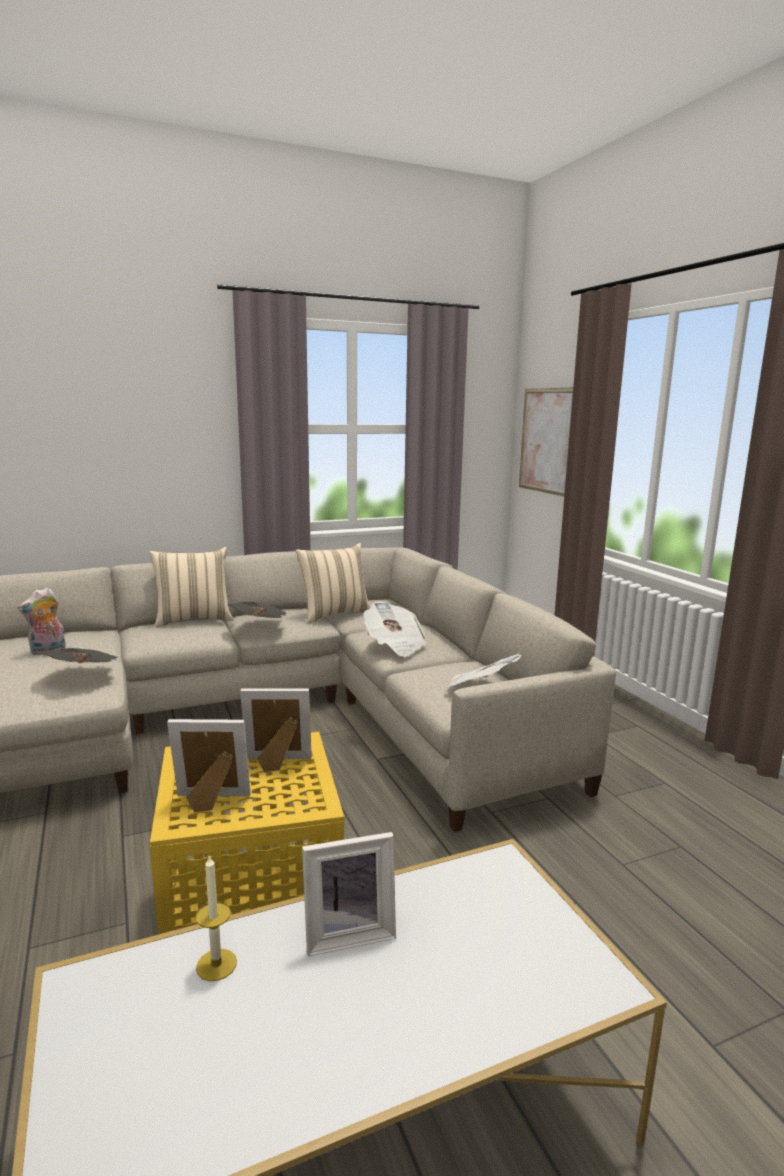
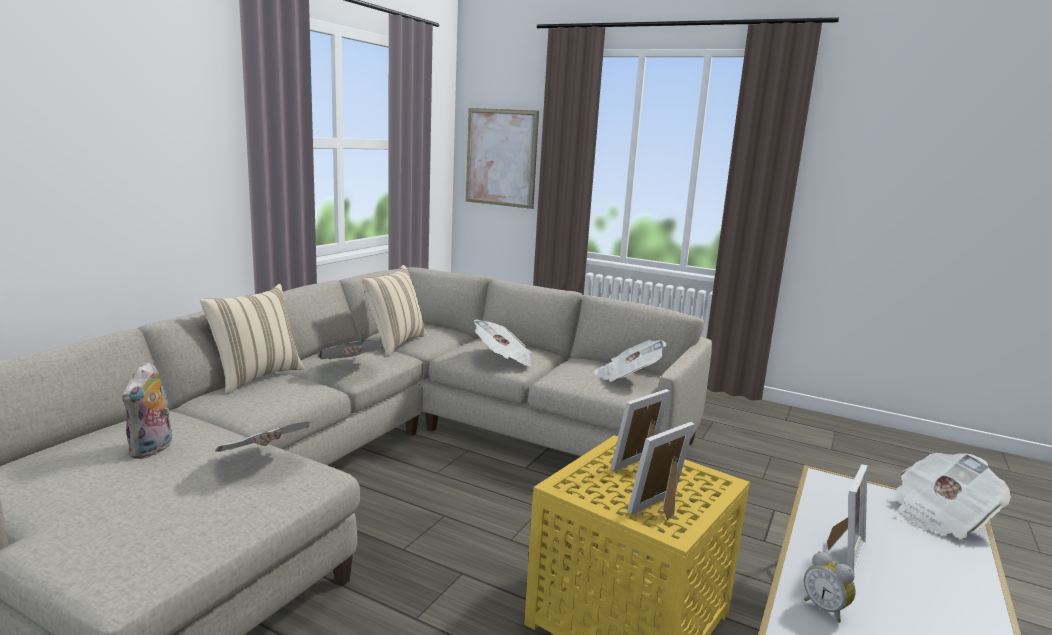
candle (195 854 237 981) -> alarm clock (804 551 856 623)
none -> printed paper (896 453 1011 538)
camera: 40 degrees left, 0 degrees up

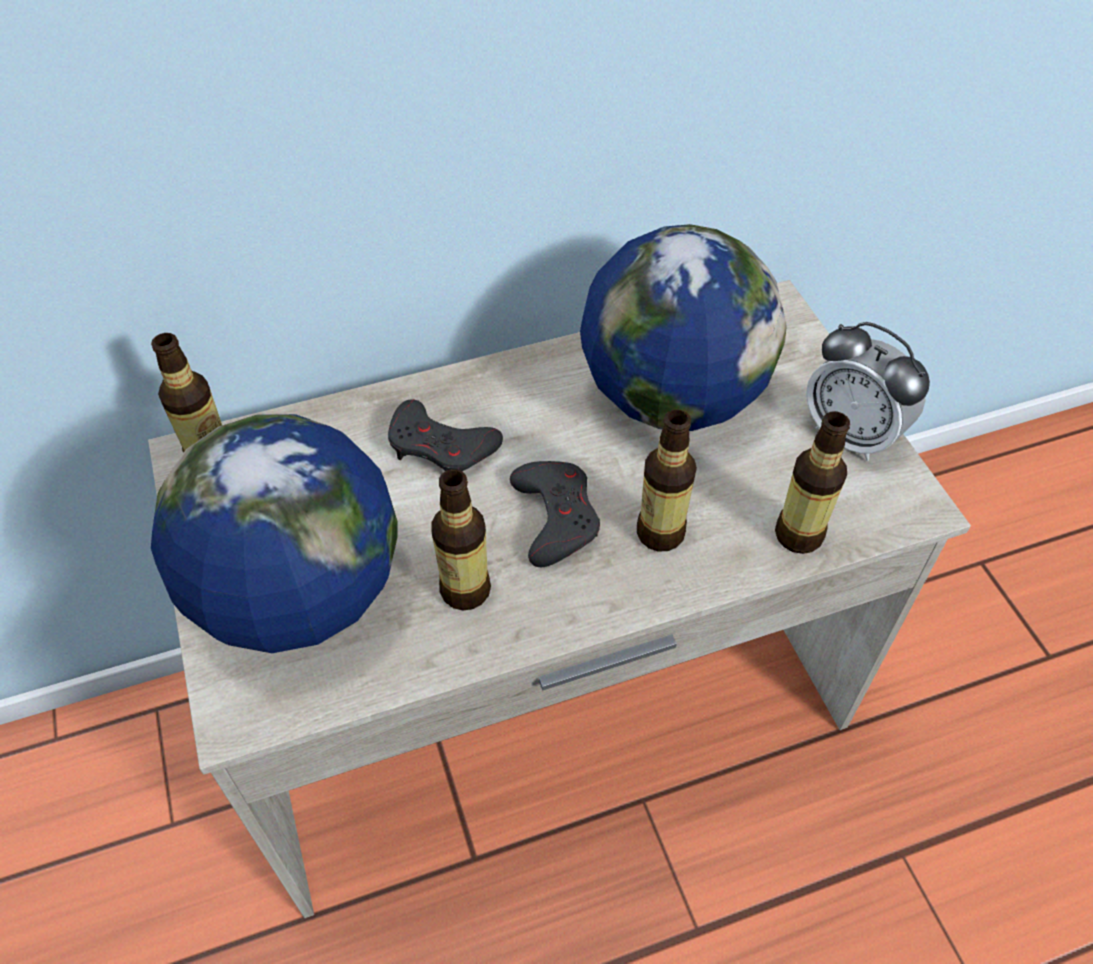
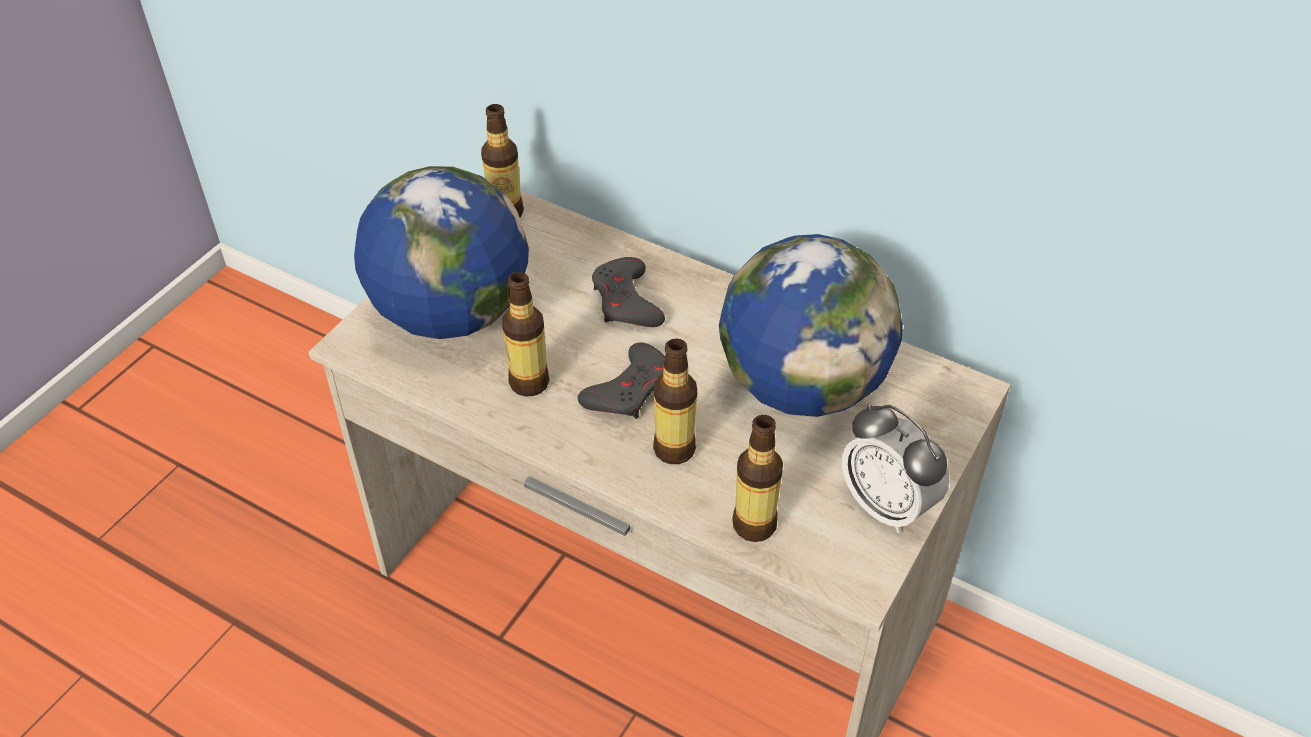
alarm clock (806 322 930 461) -> alarm clock (842 404 949 533), 45 degrees counterclockwise
camera: 50 degrees right, 5 degrees down

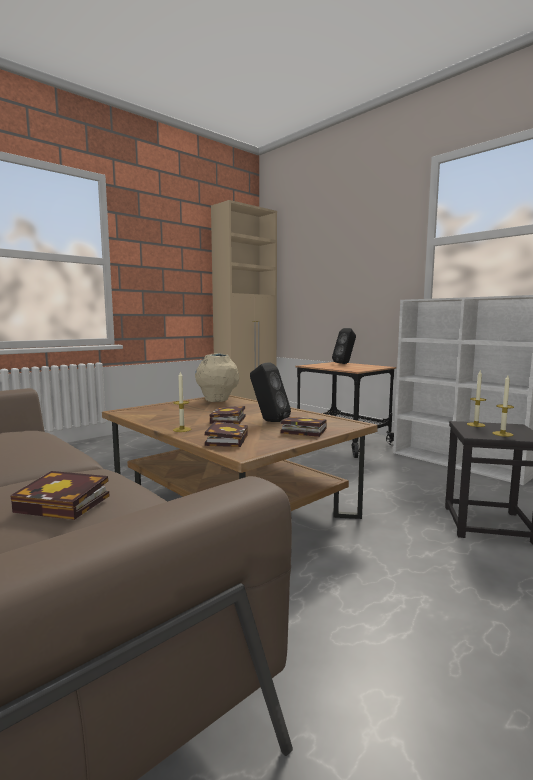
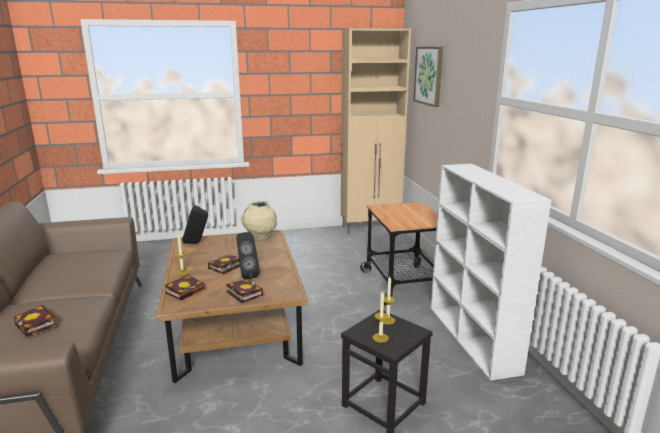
black speaker (332 328 356 364) -> black speaker (182 205 208 244), shifted
none -> wall art (413 47 443 107)
camera: 30 degrees right, 10 degrees up

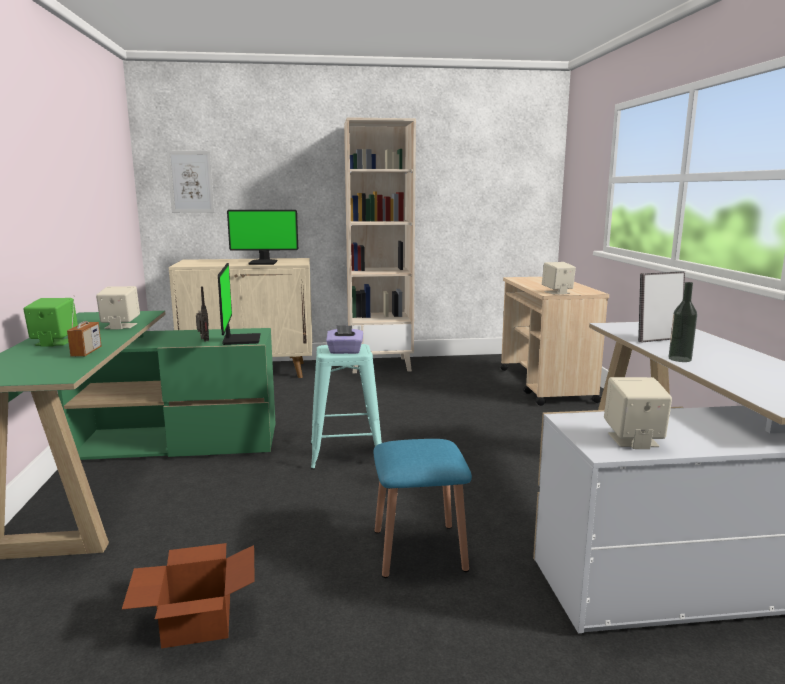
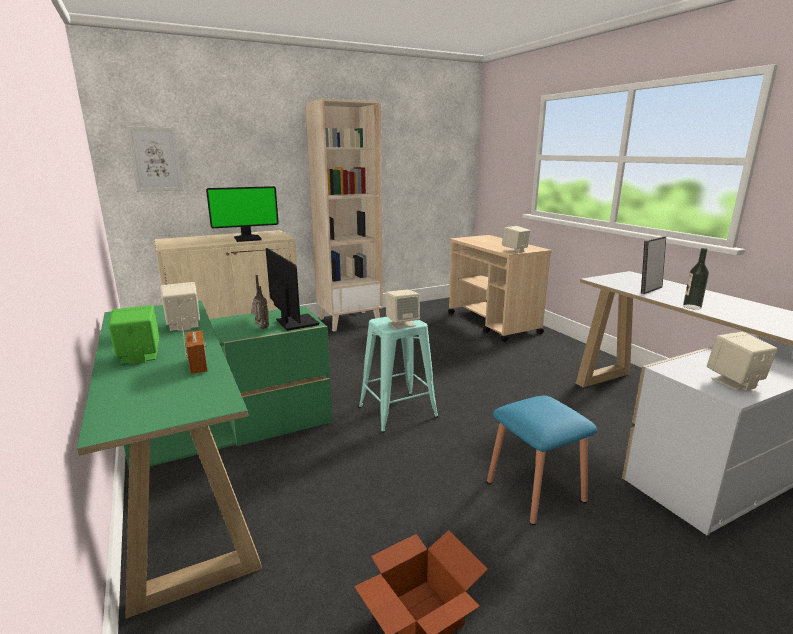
purple tissue holder (326 325 363 354) -> beige speaker (385 289 420 329)
camera: 20 degrees left, 5 degrees up

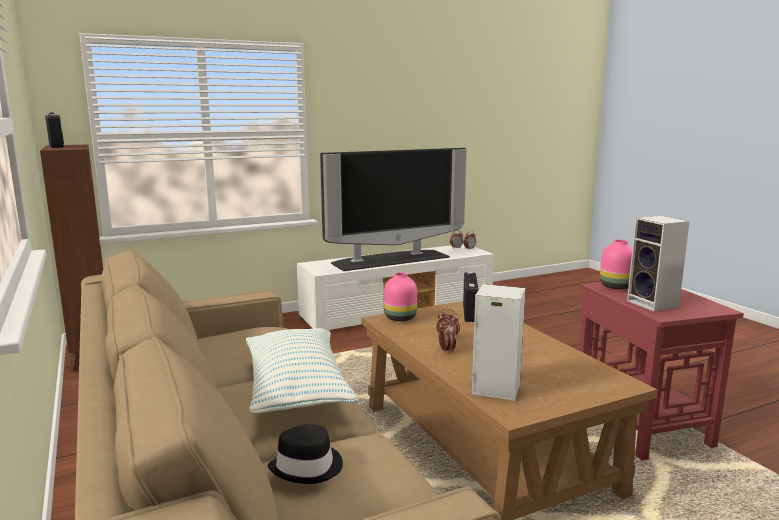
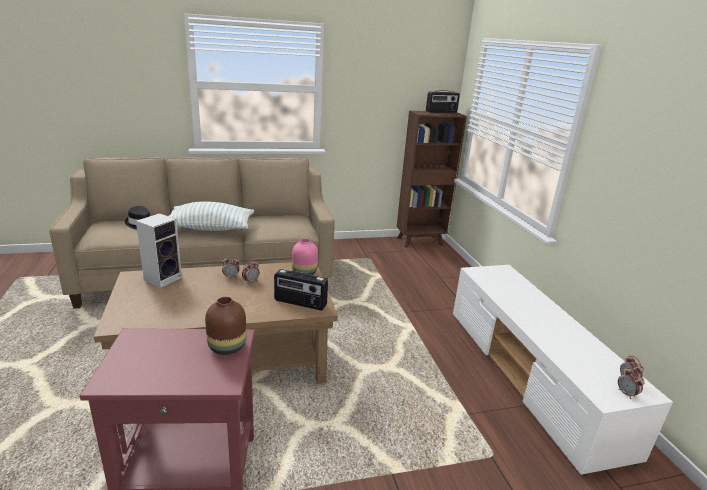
TV set (320 148 467 271) -> none
speaker (627 215 690 312) -> none
pinkish flower vase (600 240 632 289) -> brown flower vase (205 297 246 355)
camera: 100 degrees right, 10 degrees up

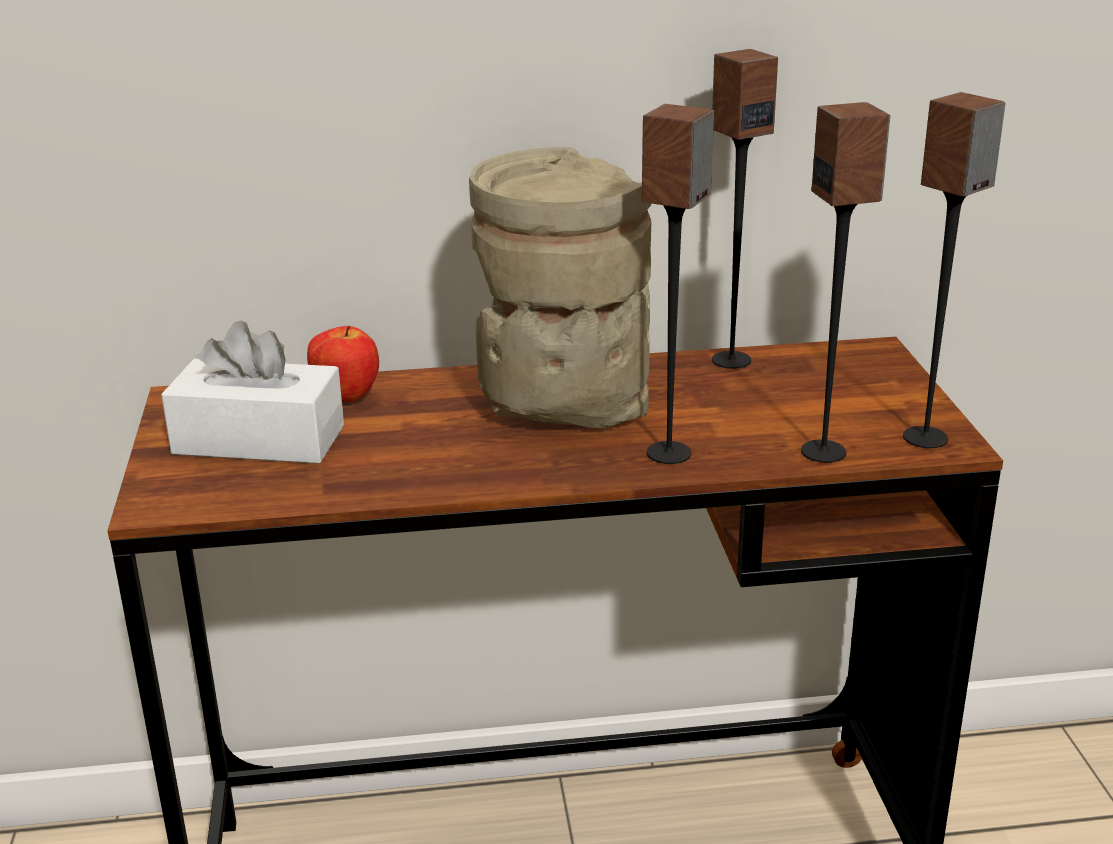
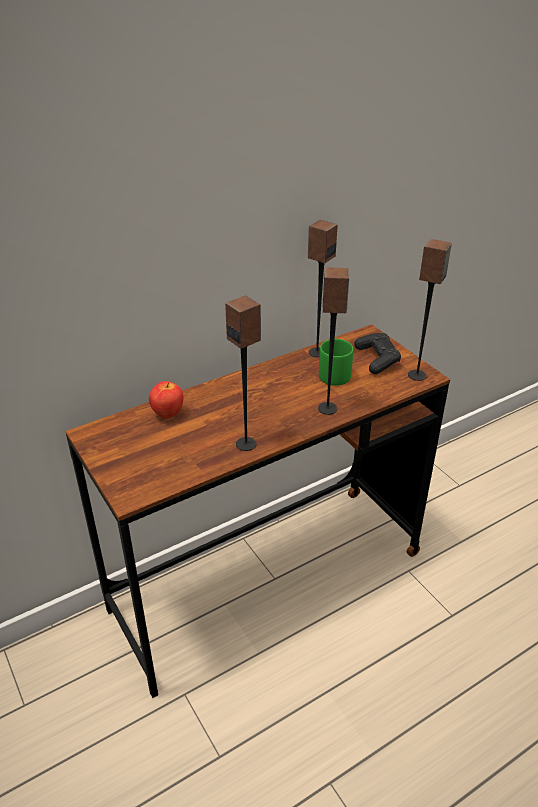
speaker (801 102 890 463) -> speaker (225 296 261 451), shifted
beige flower vase (469 147 652 429) -> none
white-coloured tissue holder (161 320 344 464) -> none
none -> black joypad (354 333 401 374)
none -> green-coloured mug (319 339 353 386)
camera: 25 degrees left, 10 degrees up

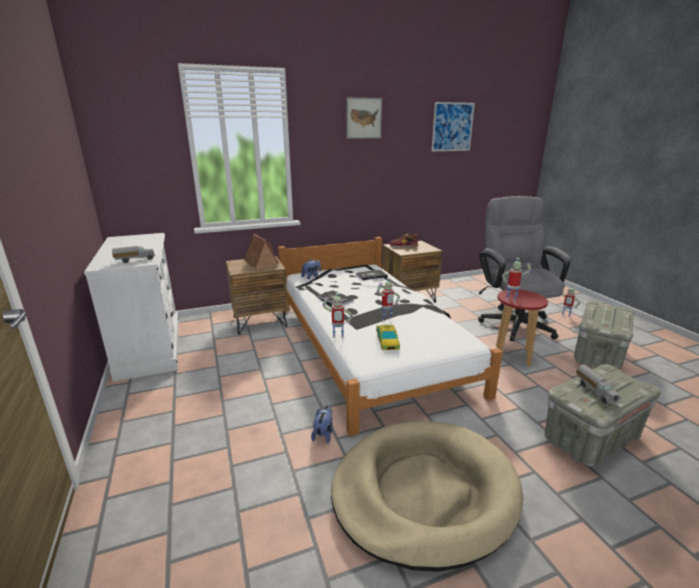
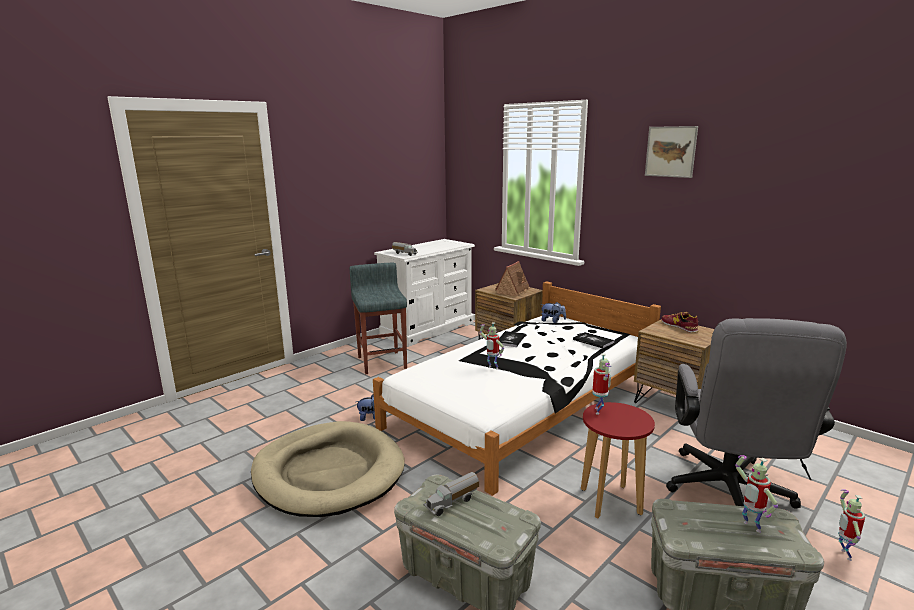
wall art (431 102 475 151) -> none
greyish computer chair (478 196 570 342) -> greyish computer chair (666 318 847 509), 135 degrees clockwise
toy robot (322 293 353 338) -> toy robot (735 455 778 533), shifted
toy car (376 325 400 350) -> none
none -> greyish stool seat (350 263 407 374)
camera: 65 degrees right, 5 degrees down

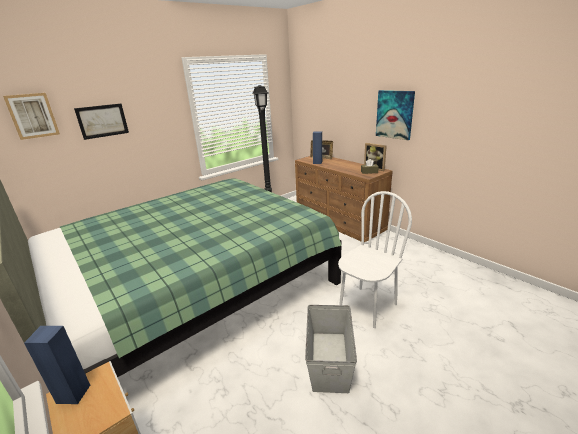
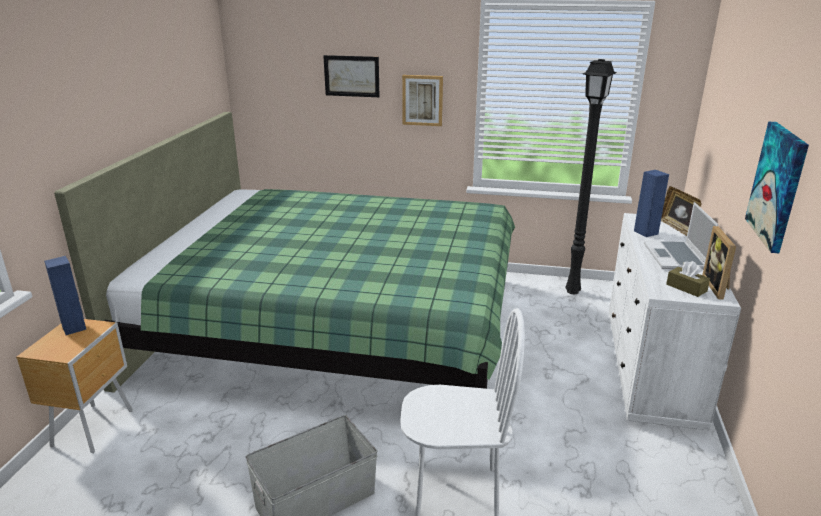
wall art (3 93 60 140) -> wall art (402 75 443 126), shifted
brown chest of drawers (295 156 393 242) -> white-coloured chest of drawers (609 213 741 430)
none -> portable computer (644 202 718 270)
camera: 50 degrees right, 0 degrees up

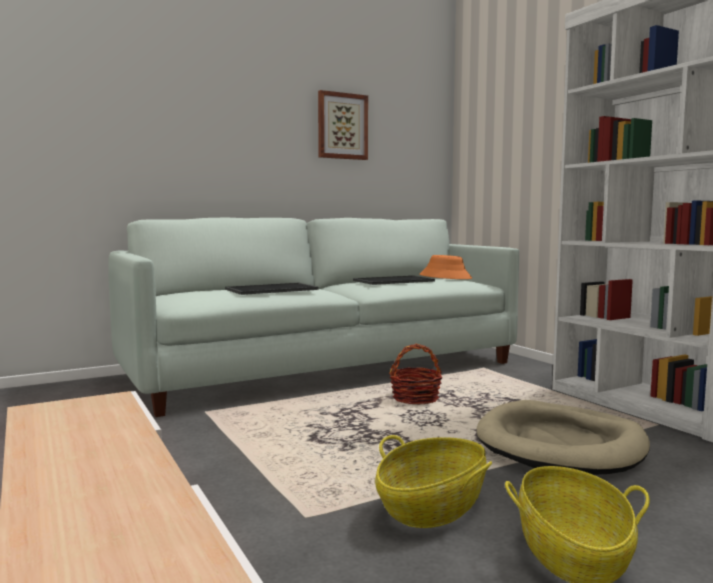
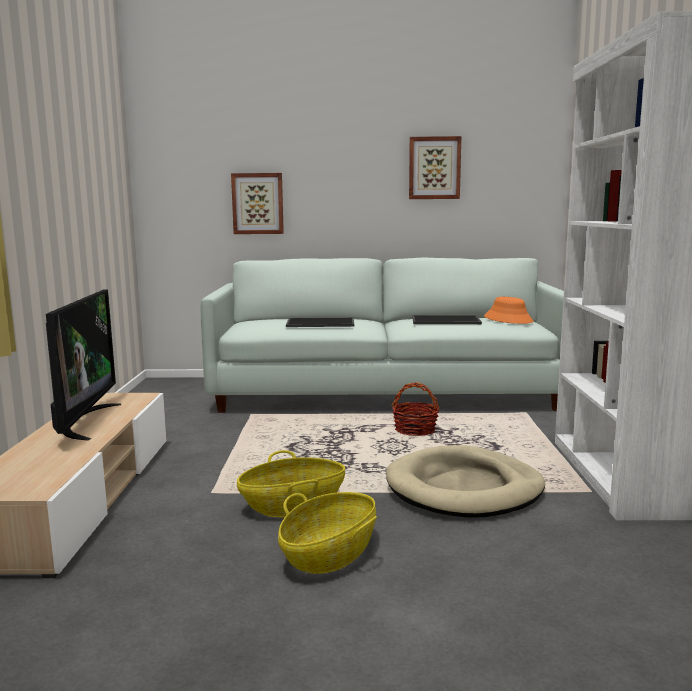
none -> wall art (231 173 284 234)
none -> TV set (46 289 121 440)
camera: 30 degrees right, 5 degrees up

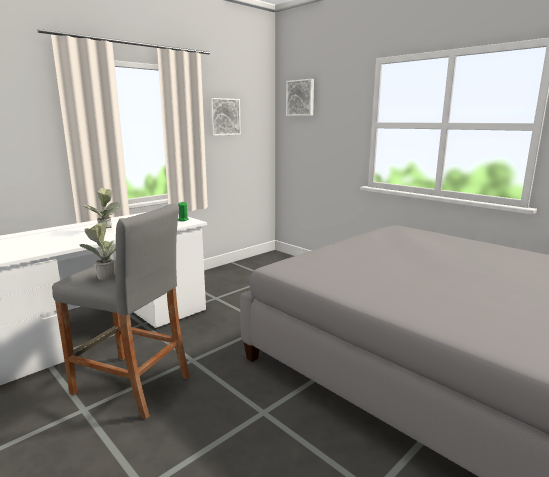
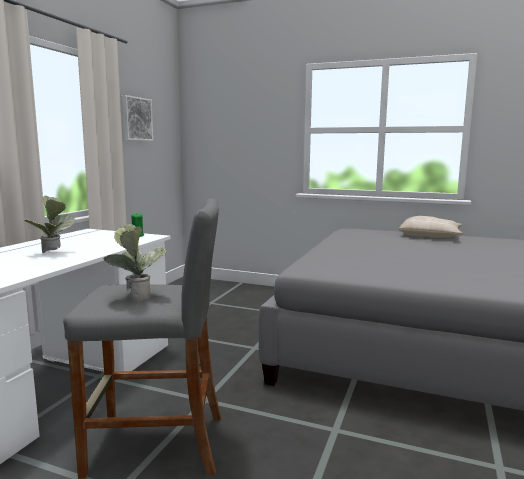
wall art (286 79 314 116) -> none
none -> beige cushion (399 216 462 237)
camera: 25 degrees left, 5 degrees down

